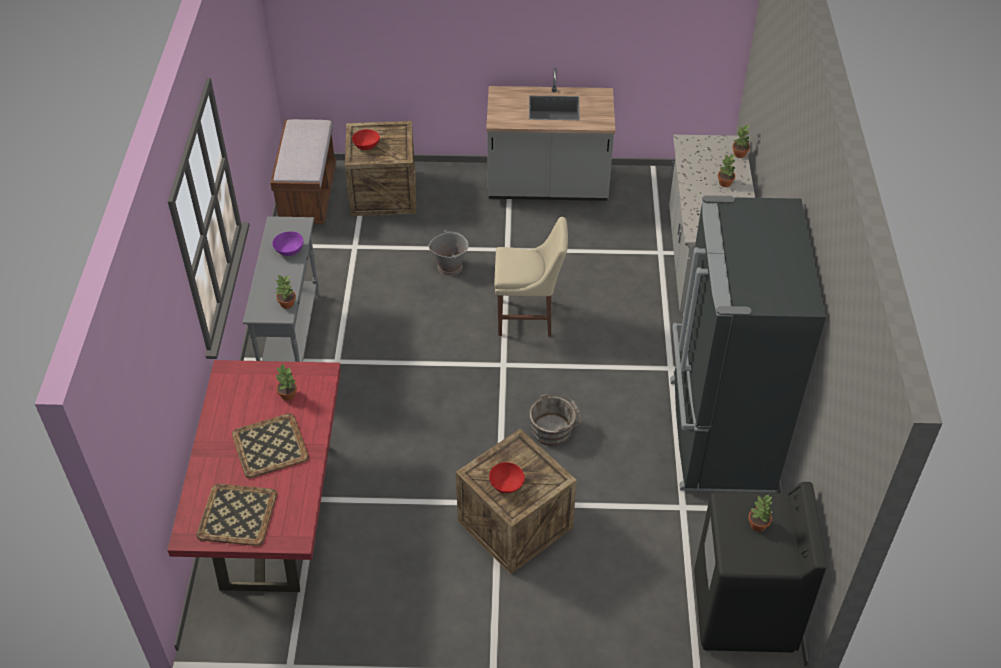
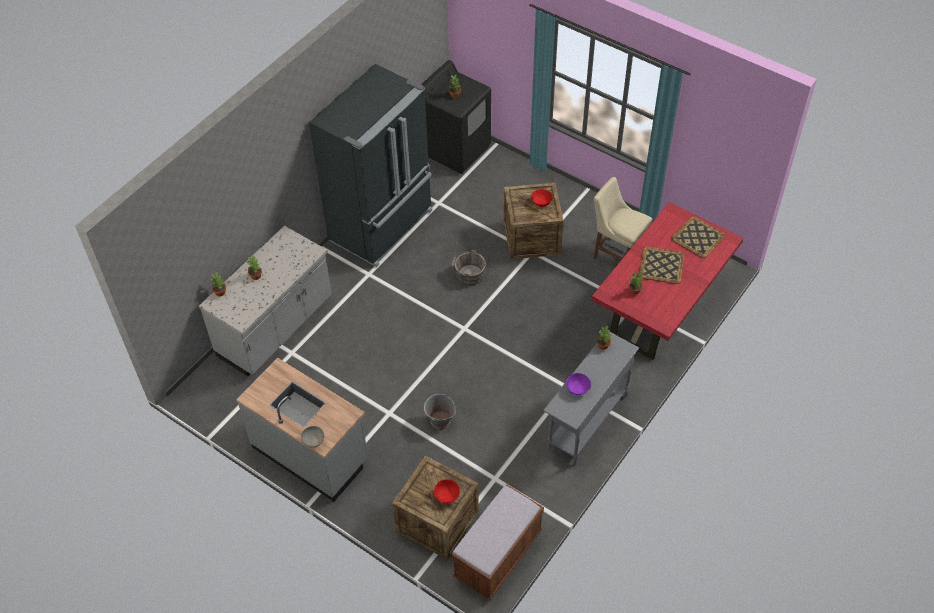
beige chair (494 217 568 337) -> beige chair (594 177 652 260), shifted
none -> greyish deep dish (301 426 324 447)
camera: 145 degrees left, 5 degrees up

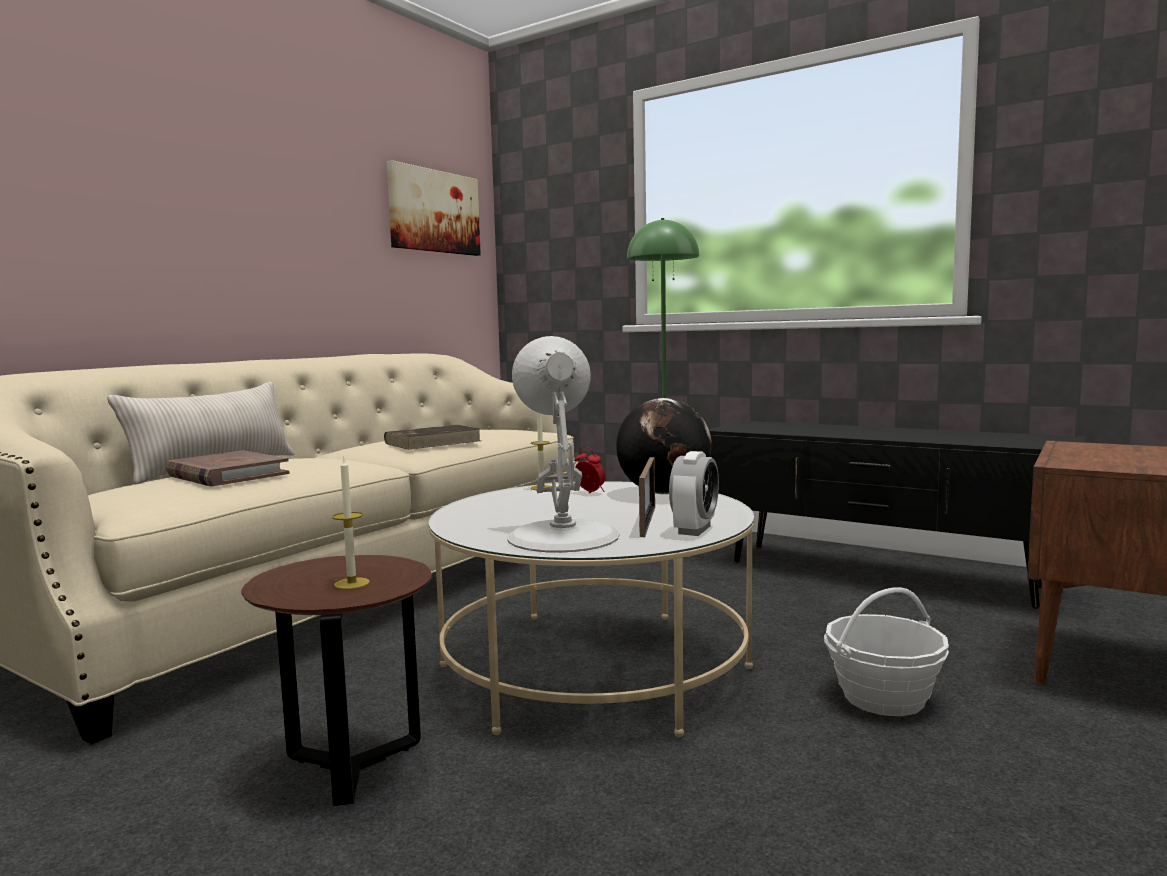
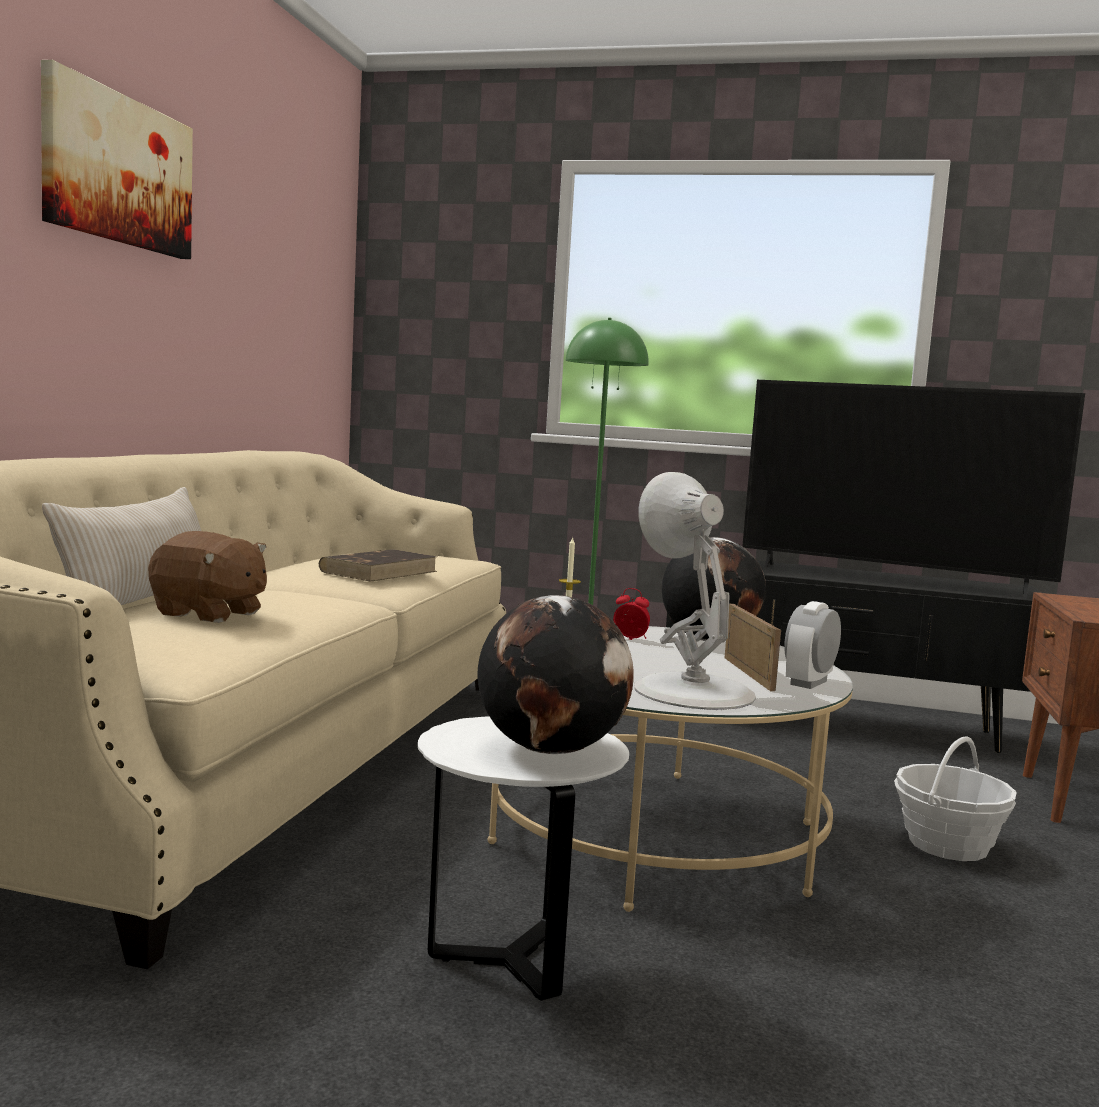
wall art (387 160 481 256) -> wall art (41 60 193 259), shifted
brown book (166 450 290 486) -> brown plush toy (148 531 267 623)
alarm clock (669 451 719 536) -> alarm clock (784 601 841 689), 150 degrees counterclockwise
candle (332 458 370 589) -> globe (477 595 634 754)
brown side table (241 555 432 806) -> white-coloured side table (418 716 629 1001)
none -> TV set (742 380 1085 598)
camera: 20 degrees left, 0 degrees up

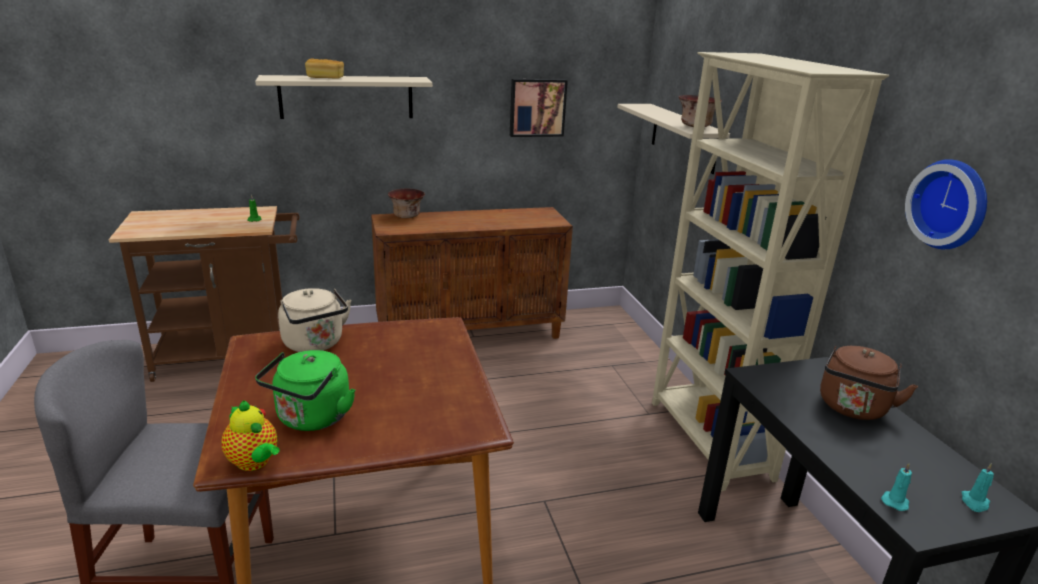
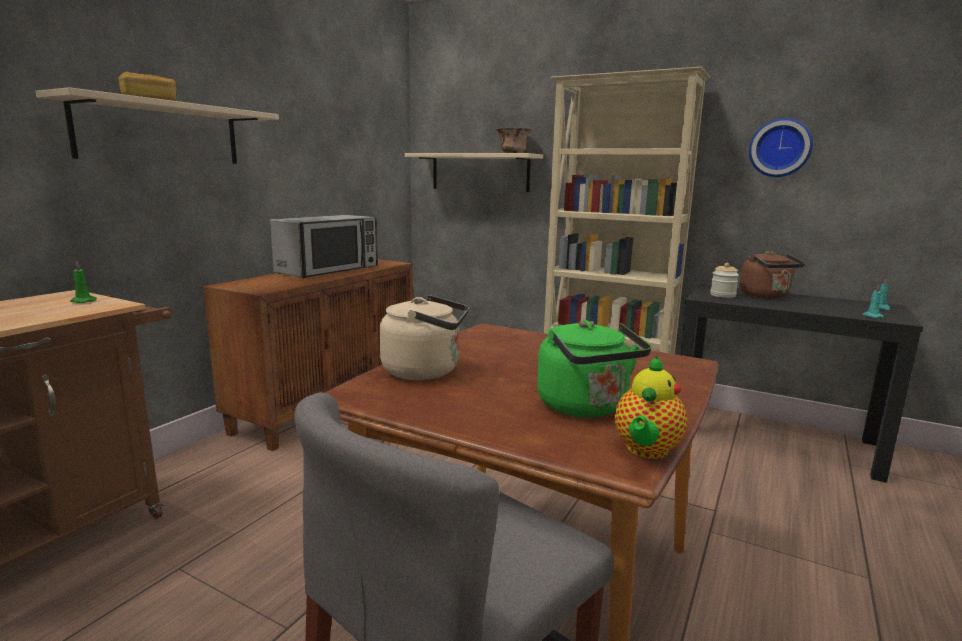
wall art (510 79 568 137) -> none
deep dish (388 189 425 218) -> none
teapot (222 400 280 471) -> teapot (615 356 687 459), 120 degrees clockwise
none -> microwave (270 215 378 278)
none -> storage jar (710 263 739 298)
camera: 45 degrees left, 10 degrees down

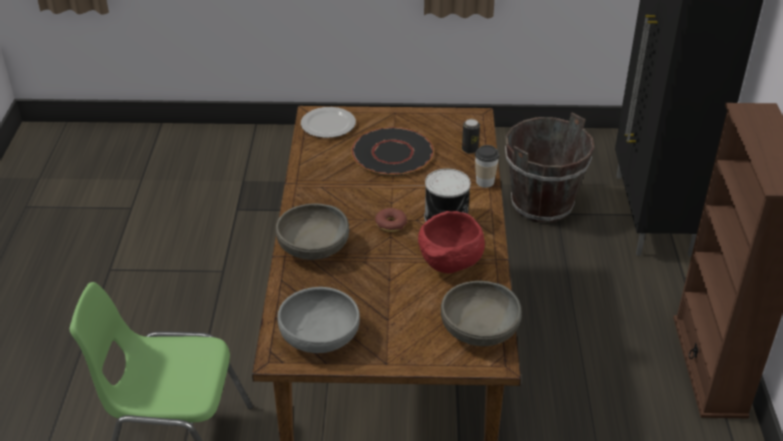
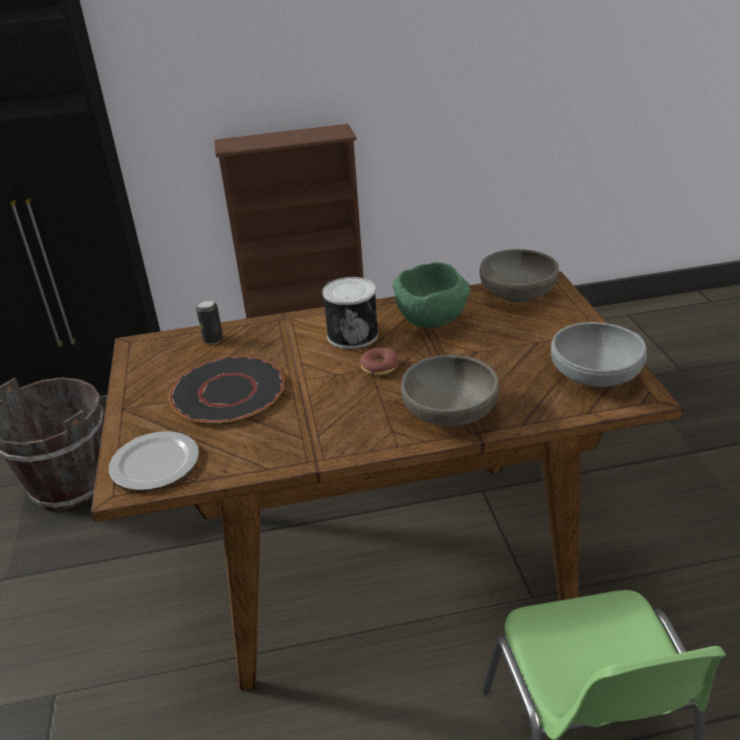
cup (475 145 500 188) -> none
red deep dish (418 211 485 273) -> green-coloured deep dish (392 262 471 328)
camera: 100 degrees left, 5 degrees down

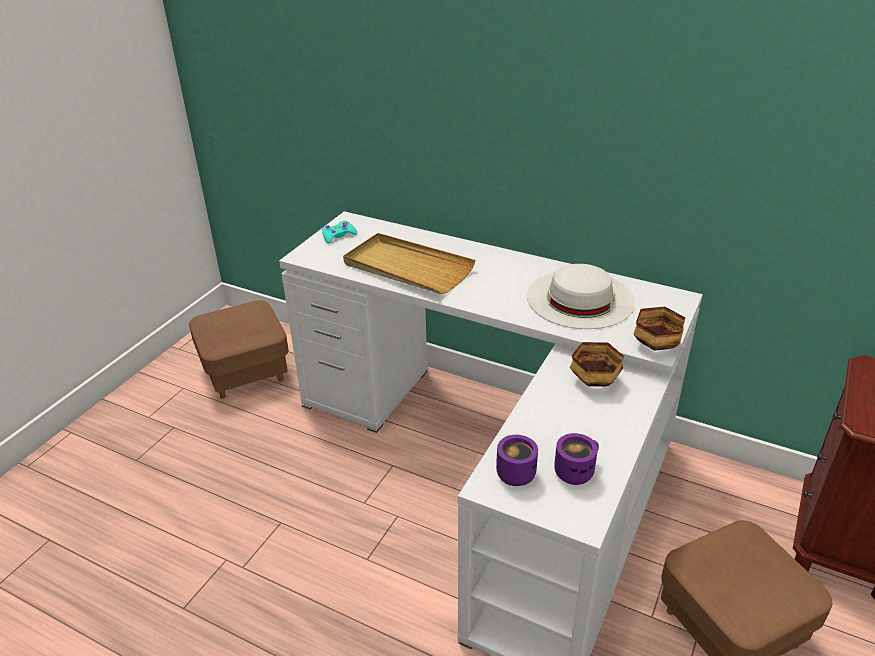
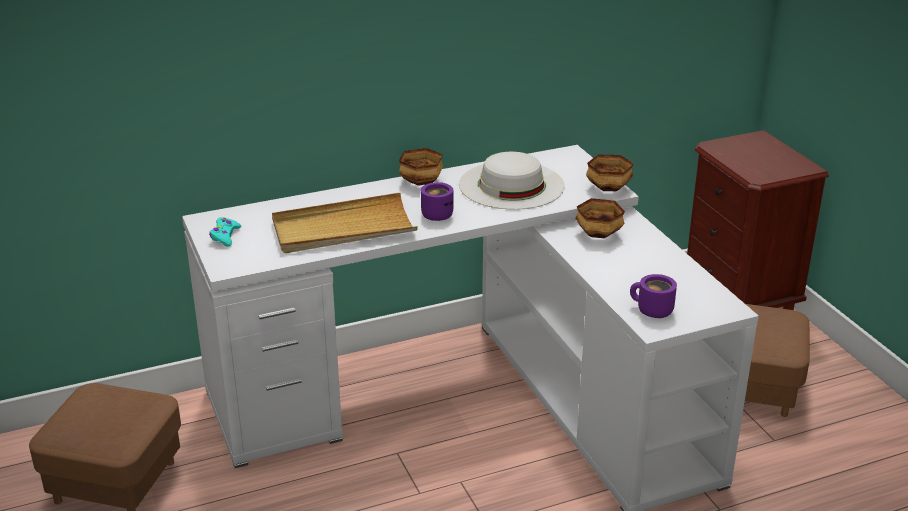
purple mug (554 433 599 485) -> purple mug (421 182 453 221), shifted
none -> deep dish (399 148 443 186)
camera: 50 degrees left, 5 degrees down

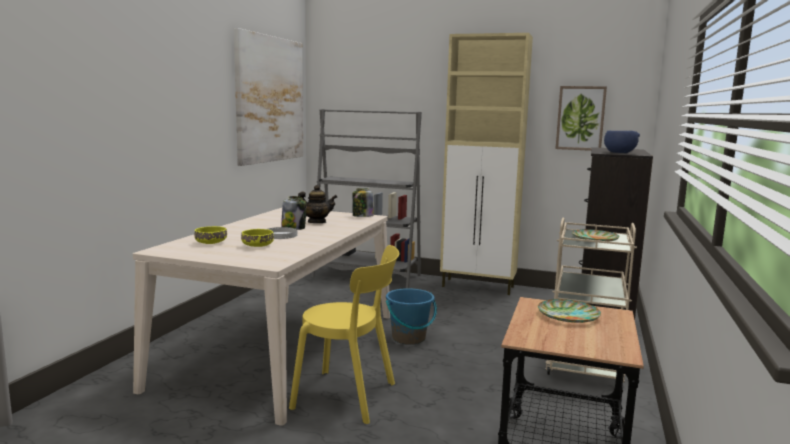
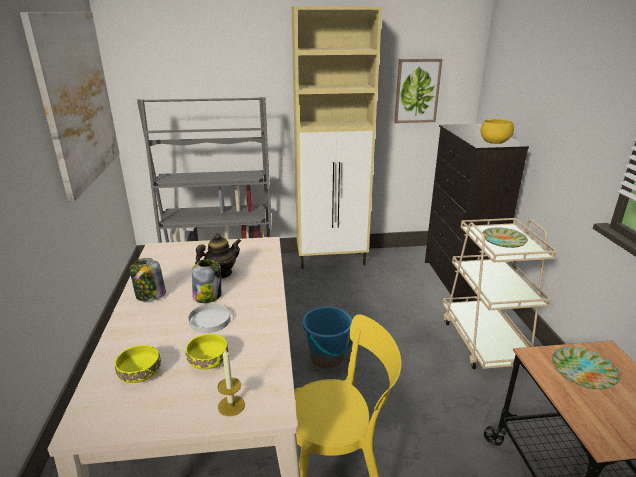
blue deep dish (604 131 640 153) -> yellowish deep dish (480 119 514 144)
storage jar (352 188 373 217) -> storage jar (130 258 166 301), shifted
none -> candle (217 349 245 416)
camera: 25 degrees left, 15 degrees up

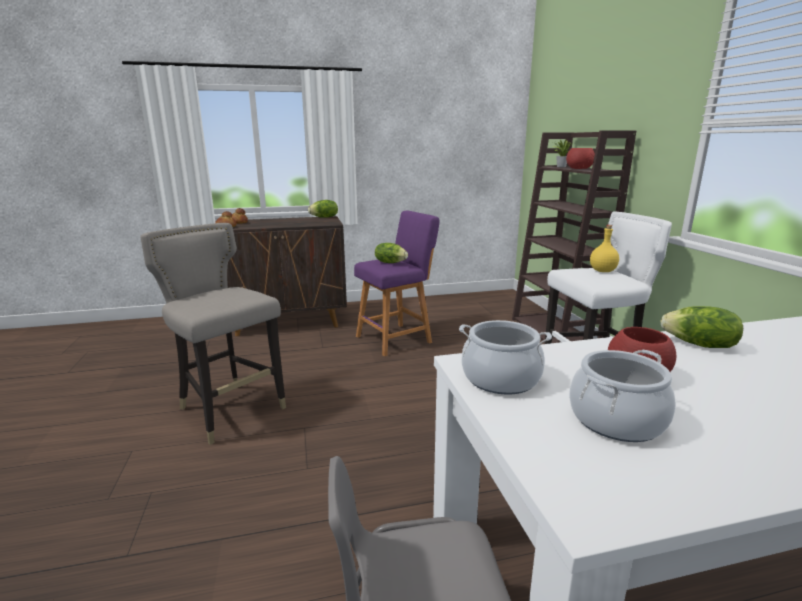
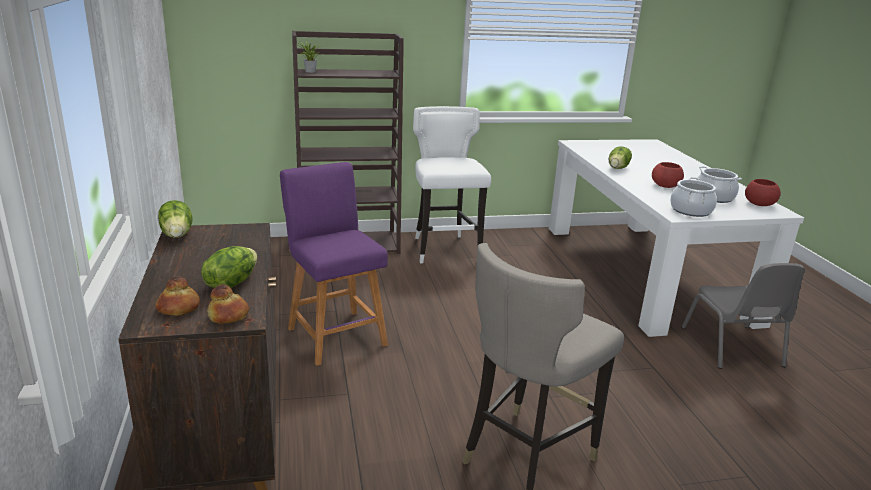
red deep dish (566 148 595 169) -> red deep dish (745 179 781 206), shifted
yellowish drink bottle (590 225 619 272) -> none
lettuce head (375 243 408 263) -> lettuce head (201 246 258 288), shifted
camera: 90 degrees left, 5 degrees up

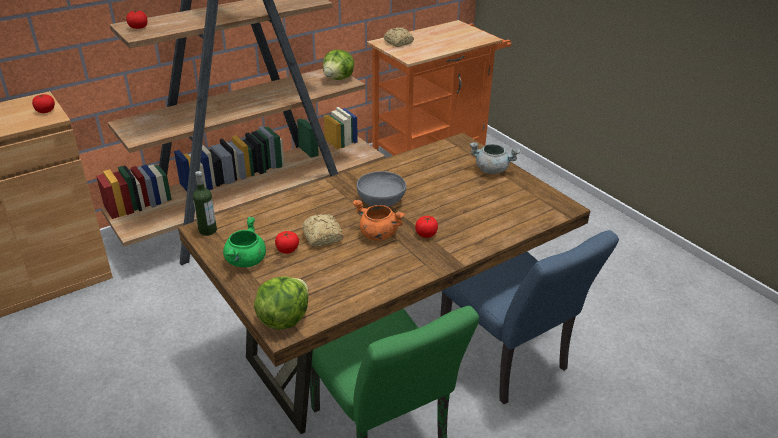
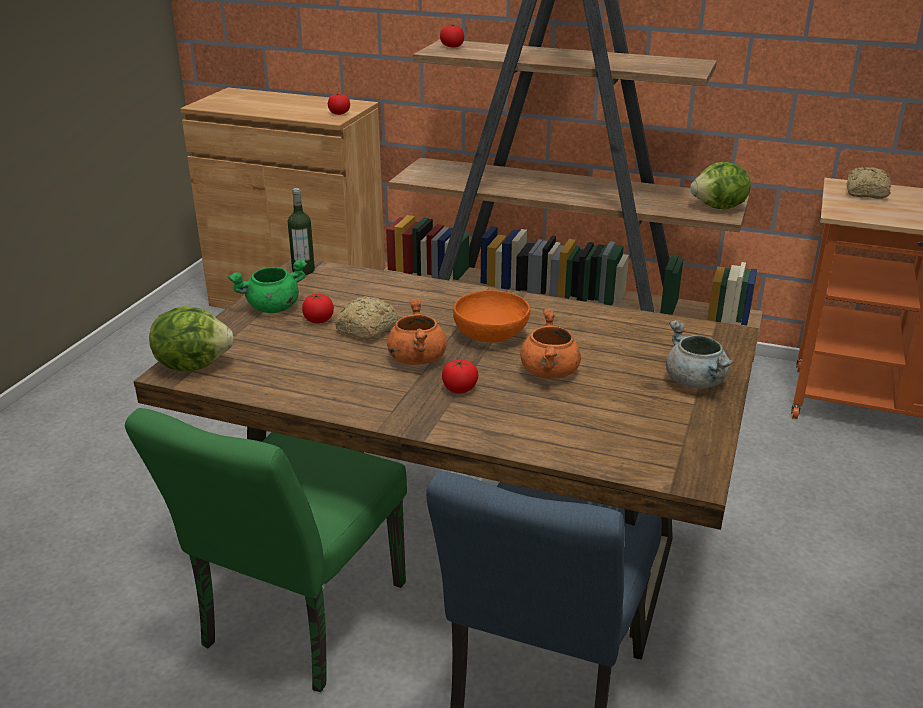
greyish deep dish (357 171 406 207) -> orange deep dish (453 290 531 342)
none -> orange saucepot (520 309 581 378)
camera: 55 degrees right, 5 degrees down

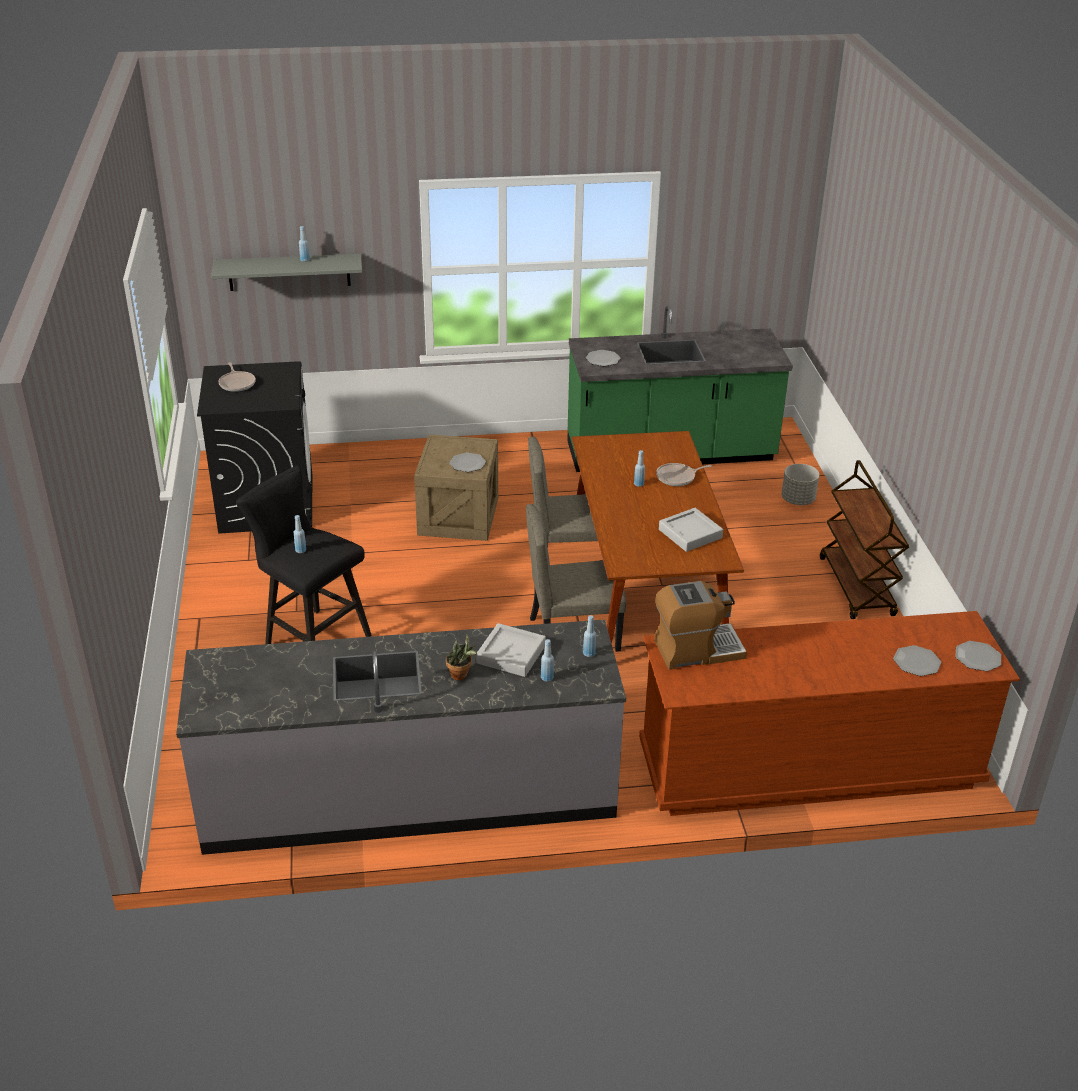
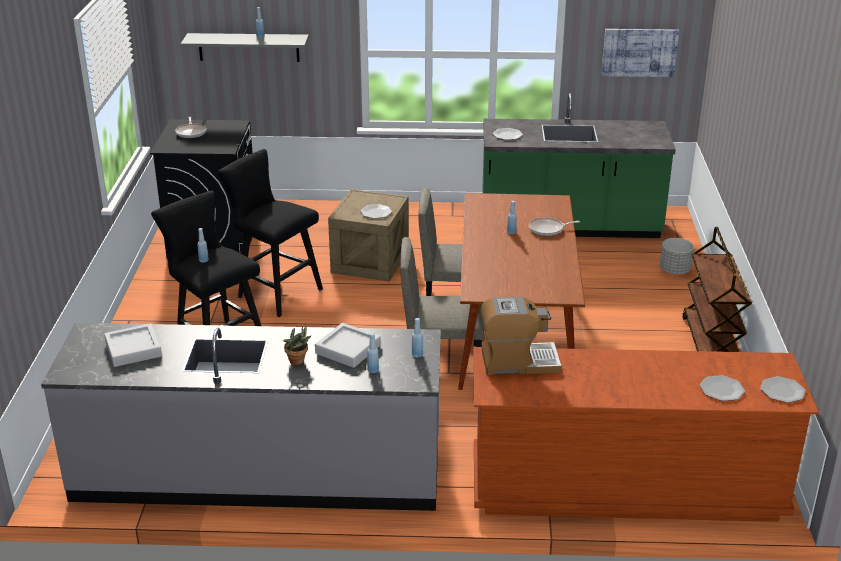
greyish carrying tray (659 508 723 552) -> greyish carrying tray (104 324 162 367), shifted
none -> wall art (601 29 679 77)
none -> black stool seat (218 149 323 317)
camera: 10 degrees right, 5 degrees down

